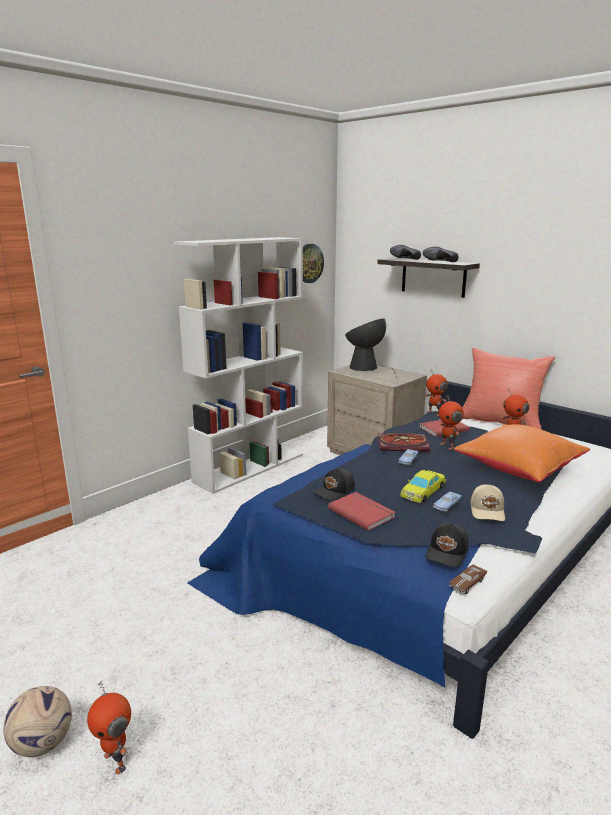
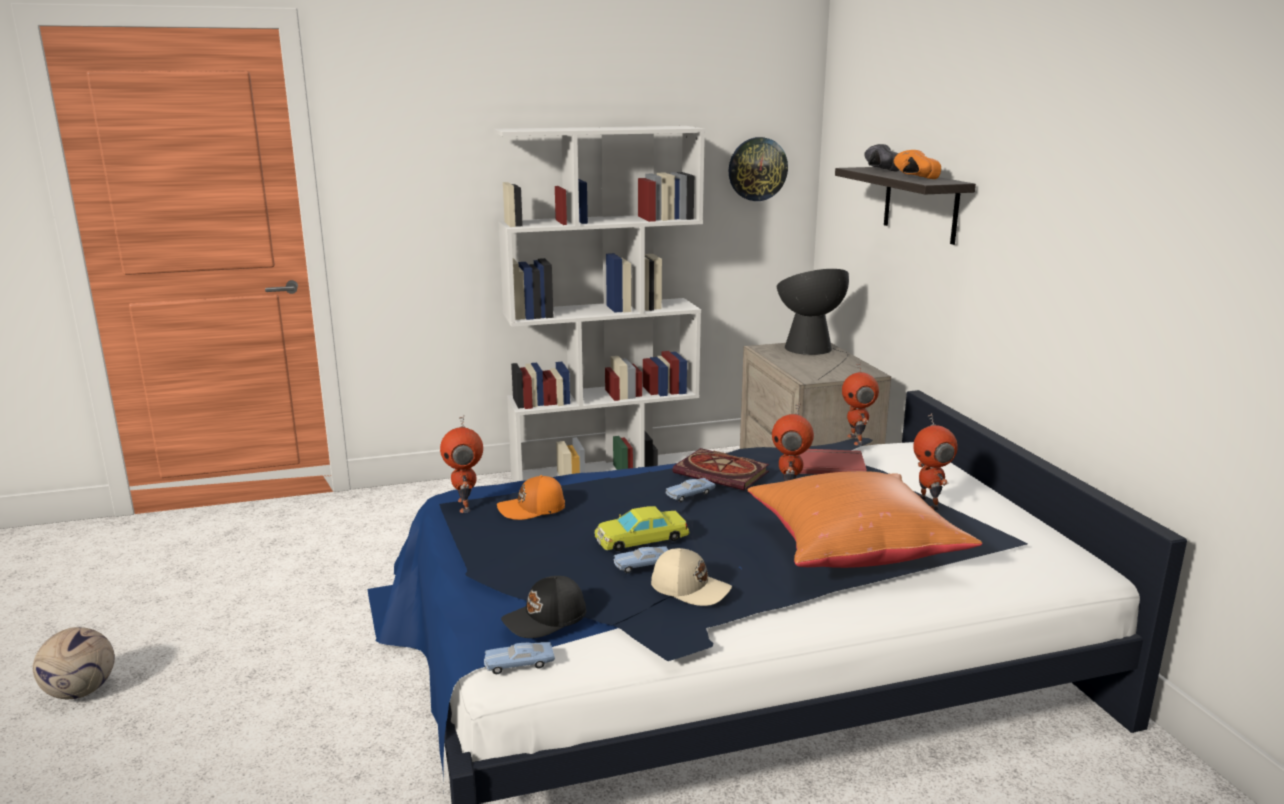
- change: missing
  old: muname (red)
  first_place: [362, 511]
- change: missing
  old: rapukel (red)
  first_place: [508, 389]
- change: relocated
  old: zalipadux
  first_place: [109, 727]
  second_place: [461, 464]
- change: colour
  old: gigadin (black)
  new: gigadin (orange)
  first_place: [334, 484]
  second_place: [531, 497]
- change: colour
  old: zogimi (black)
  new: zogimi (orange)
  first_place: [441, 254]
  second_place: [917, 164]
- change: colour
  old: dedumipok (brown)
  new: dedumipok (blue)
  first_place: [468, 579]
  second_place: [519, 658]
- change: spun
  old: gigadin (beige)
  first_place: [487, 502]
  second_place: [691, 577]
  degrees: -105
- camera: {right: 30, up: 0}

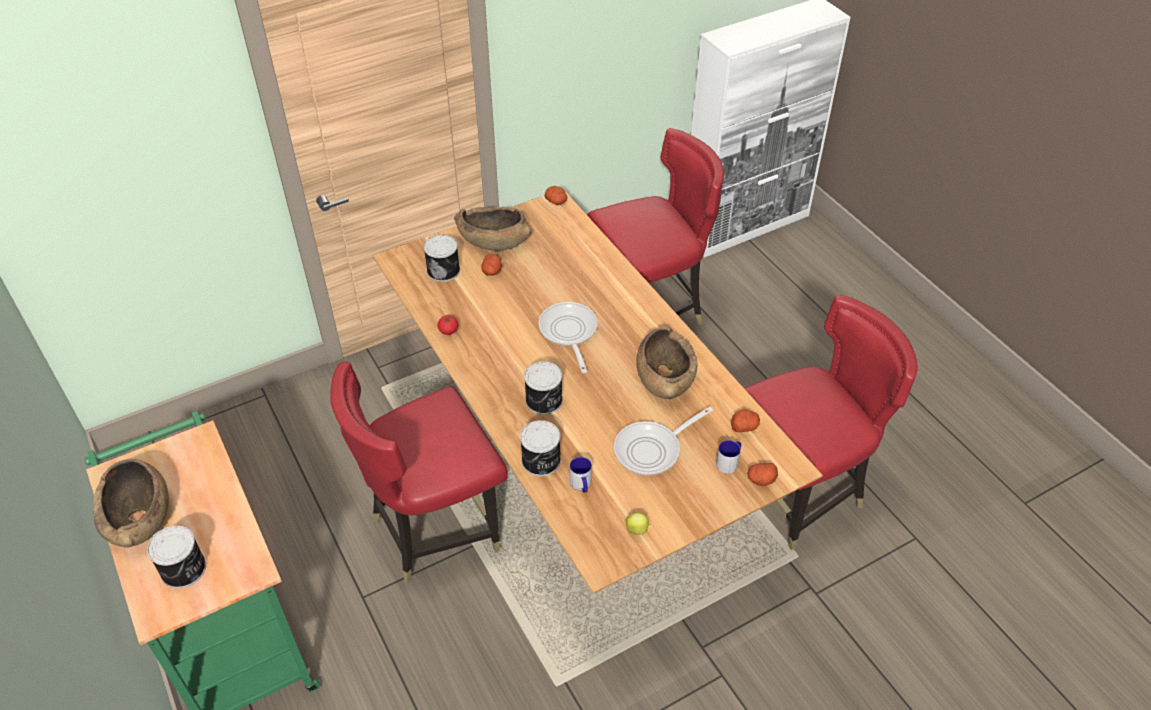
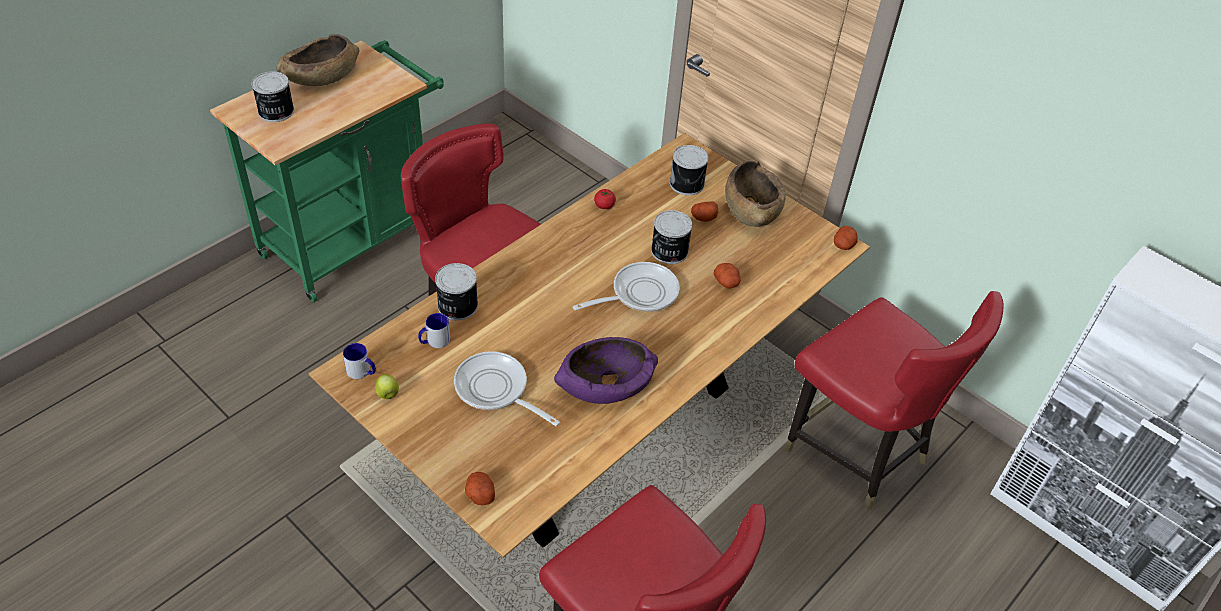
- change: relocated
  old: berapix
  first_place: [543, 388]
  second_place: [672, 237]
- change: relocated
  old: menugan
  first_place: [728, 457]
  second_place: [359, 361]
- change: relocated
  old: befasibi
  first_place: [745, 420]
  second_place: [727, 275]
- change: colour
  old: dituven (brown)
  new: dituven (purple)
  first_place: [666, 363]
  second_place: [606, 370]
- camera: {right: 70, up: 0}

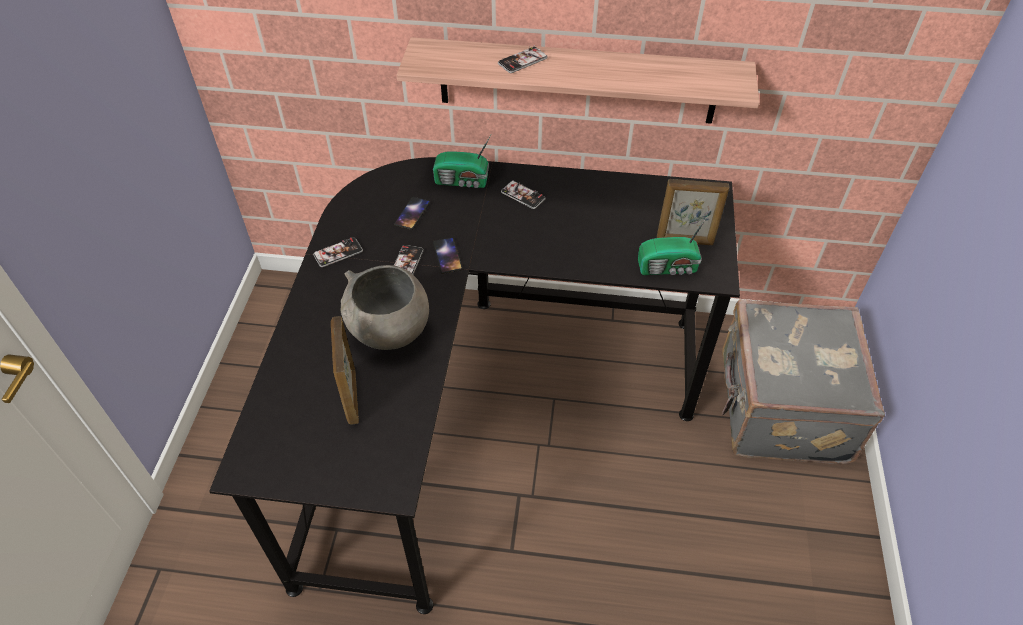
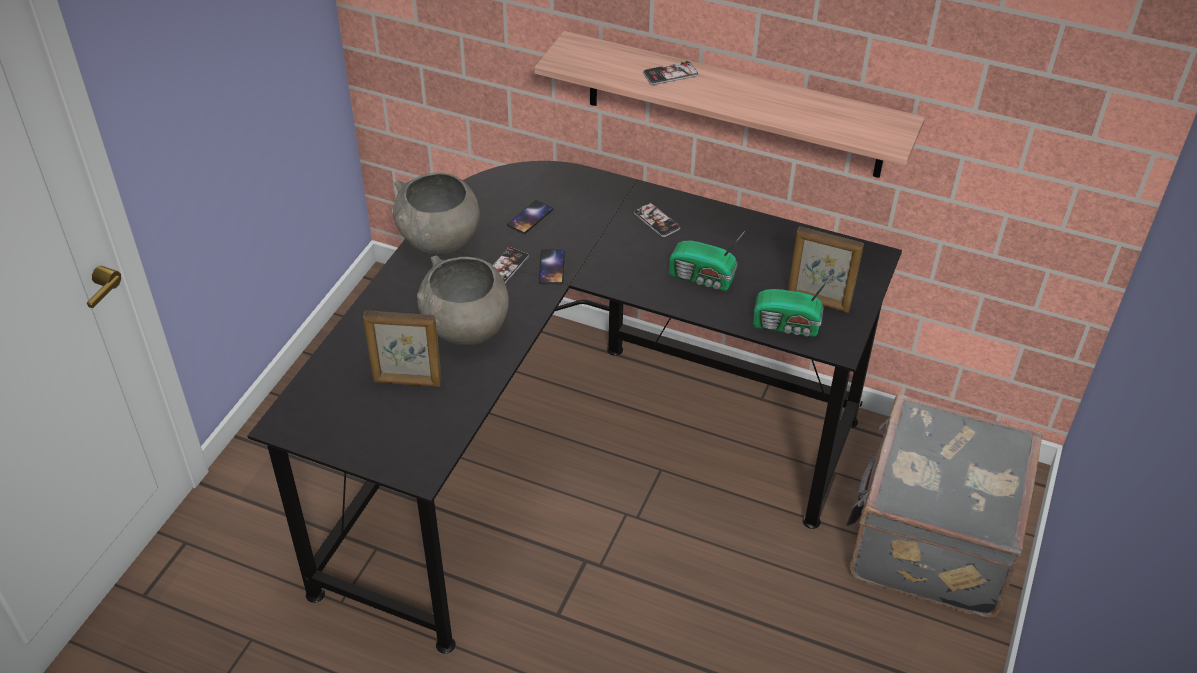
- change: relocated
  old: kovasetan
  first_place: [462, 161]
  second_place: [707, 261]
- change: exchanged
  old: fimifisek
  new: dituven (grey)
  first_place: [338, 252]
  second_place: [436, 214]
- change: spun
  old: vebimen
  first_place: [345, 370]
  second_place: [402, 348]
  degrees: -90
- camera: {right: 15, up: -5}

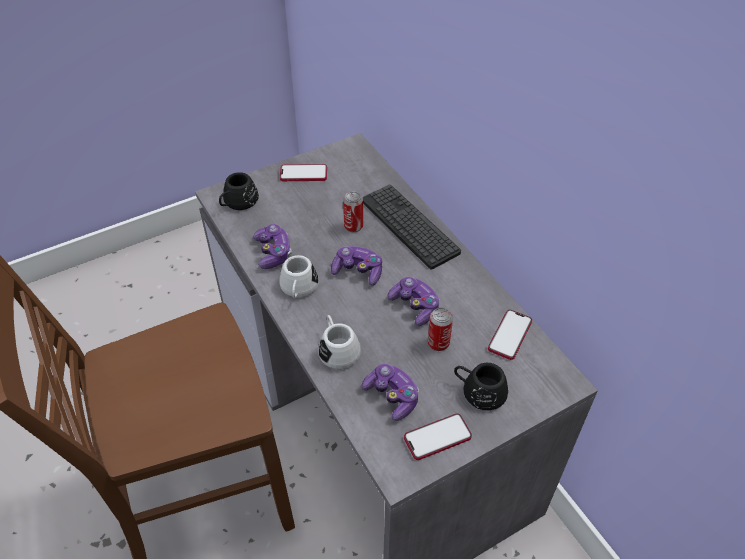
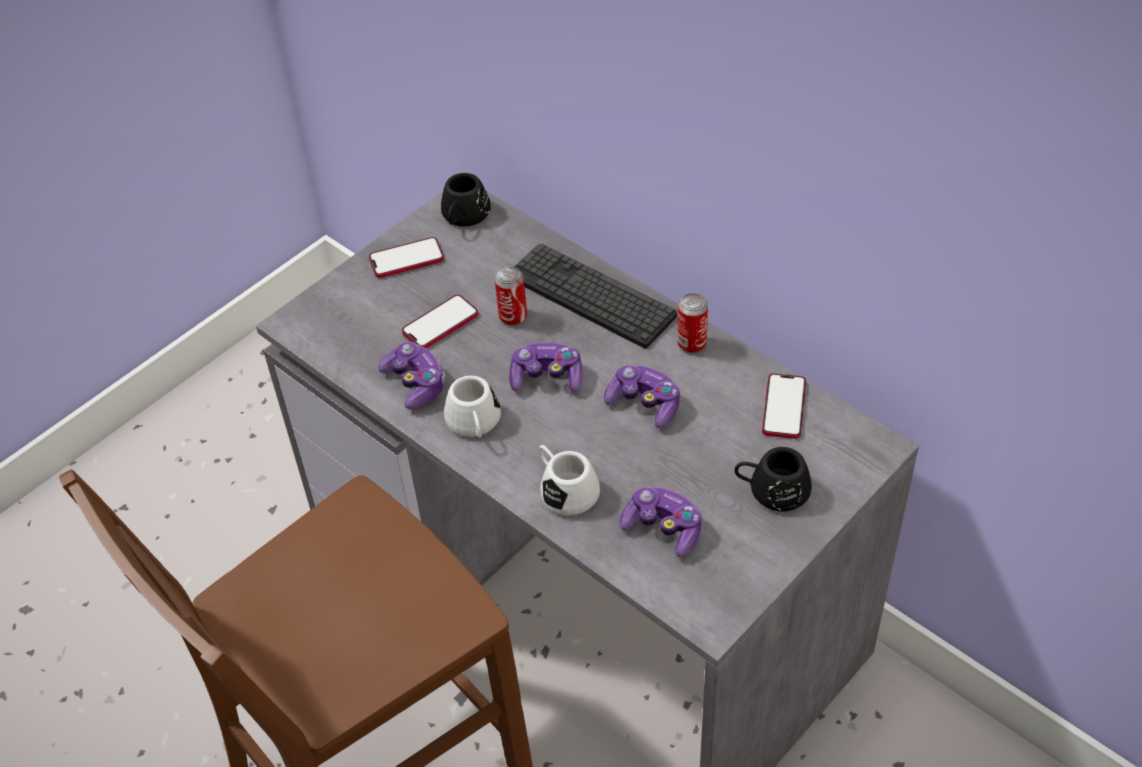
- change: relocated
  old: menugan (black)
  first_place: [239, 191]
  second_place: [466, 200]
- change: relocated
  old: fimifisek
  first_place: [438, 436]
  second_place: [440, 321]
- change: relocated
  old: berapix
  first_place: [440, 329]
  second_place: [692, 323]
- camera: {right: -15, up: 0}

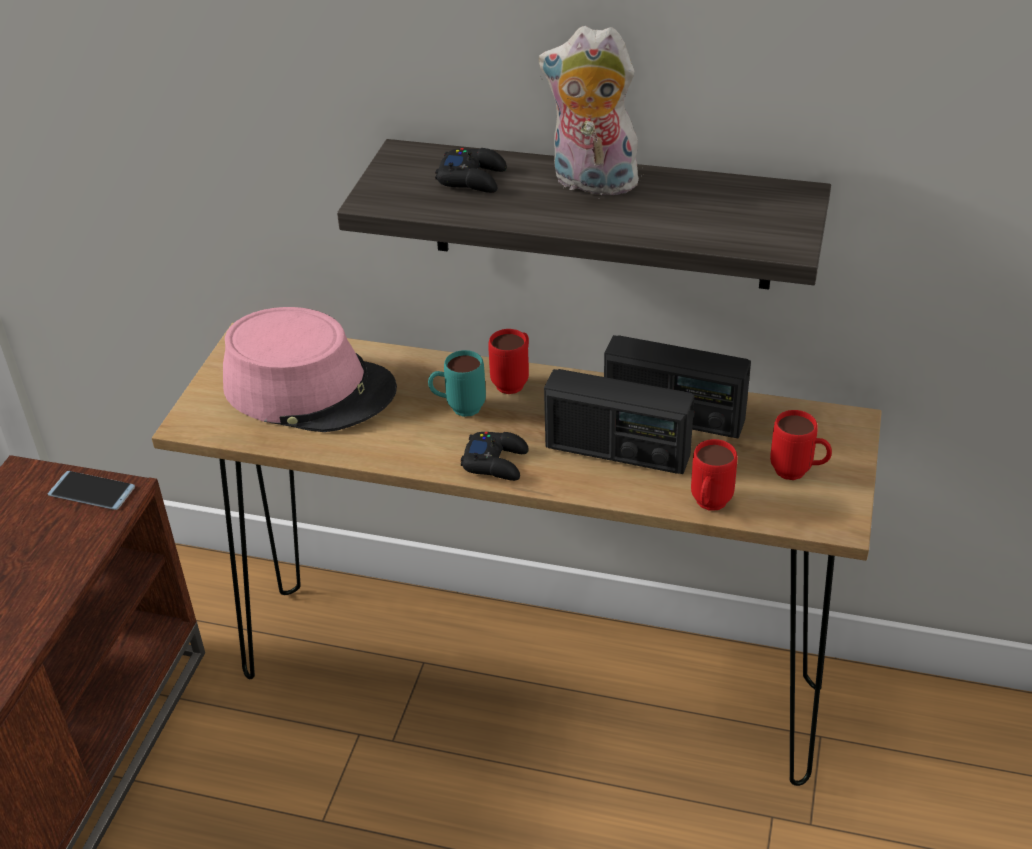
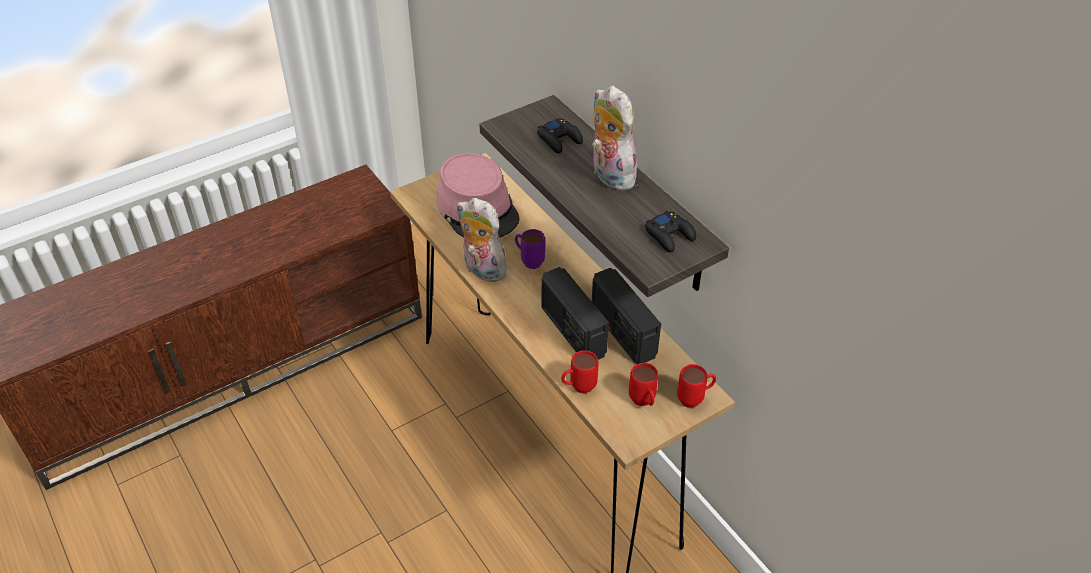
- change: missing
  old: fimifisek
  first_place: [91, 490]
- change: appeared
  new: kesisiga
  second_place: [483, 240]
- change: relocated
  old: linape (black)
  first_place: [495, 456]
  second_place: [670, 231]
- change: relocated
  old: menugan (red)
  first_place: [508, 361]
  second_place: [696, 386]
- change: colour
  old: menugan (turquoise)
  new: menugan (purple)
  first_place: [457, 383]
  second_place: [530, 249]
- camera: {right: 40, up: 5}

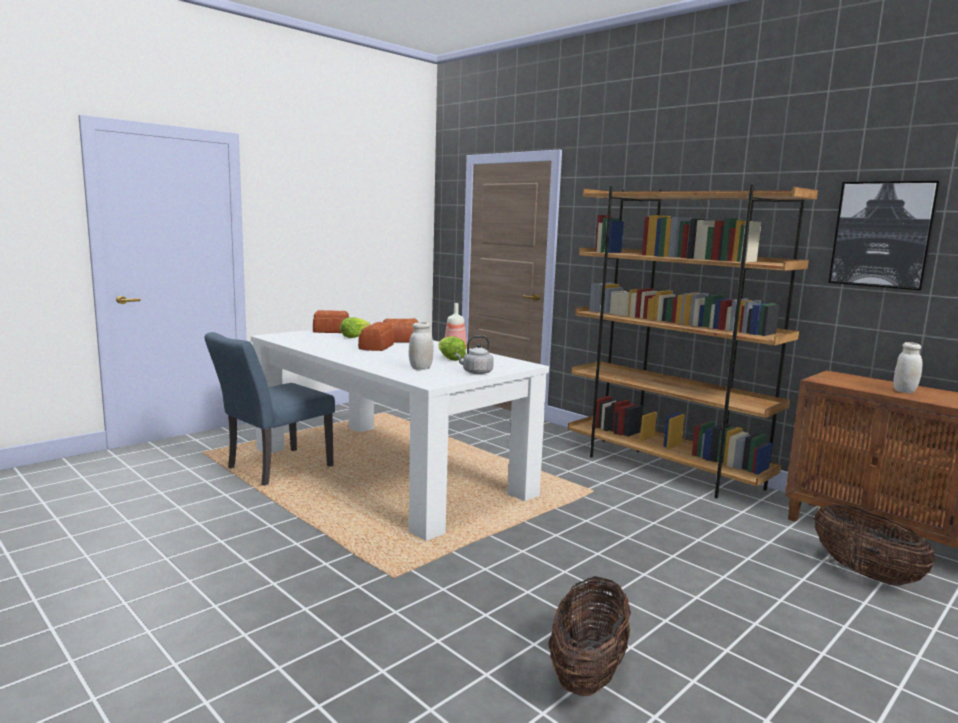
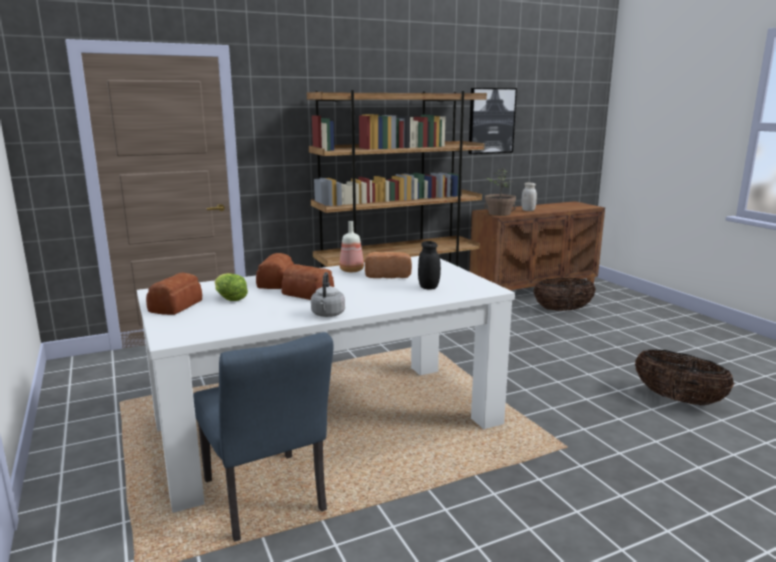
- change: appeared
  new: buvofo
  second_place: [500, 192]
- change: relocated
  old: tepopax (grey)
  first_place: [474, 354]
  second_place: [328, 294]
- change: exchanged
  old: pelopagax
  new: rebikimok
  first_place: [452, 348]
  second_place: [388, 265]
- change: colour
  old: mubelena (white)
  new: mubelena (black)
  first_place: [421, 346]
  second_place: [429, 265]
- camera: {right: -70, up: 5}

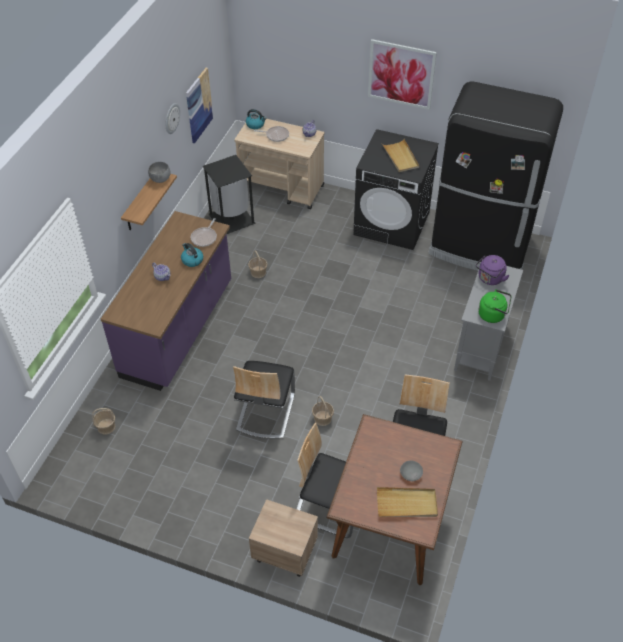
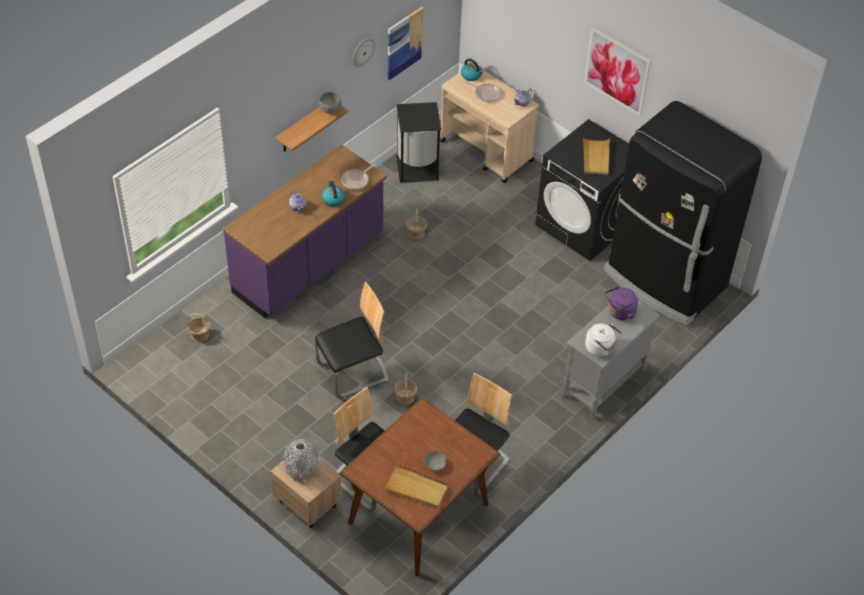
- change: appeared
  new: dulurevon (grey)
  second_place: [301, 459]
- change: colour
  old: tepopax (green)
  new: tepopax (white)
  first_place: [494, 306]
  second_place: [603, 340]
- change: spun
  old: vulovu
  first_place: [264, 400]
  second_place: [352, 340]
  degrees: -150
- camera: {right: 20, up: 0}

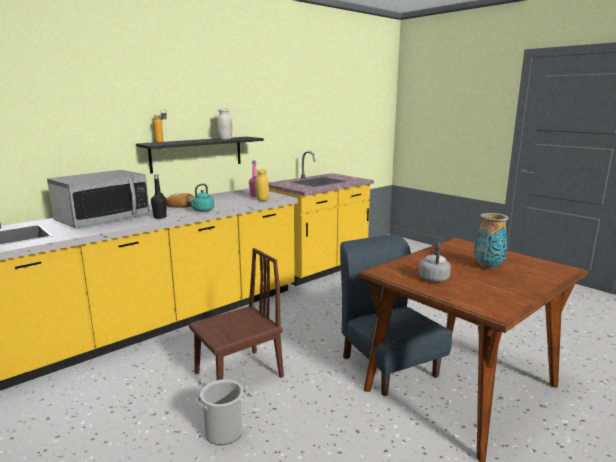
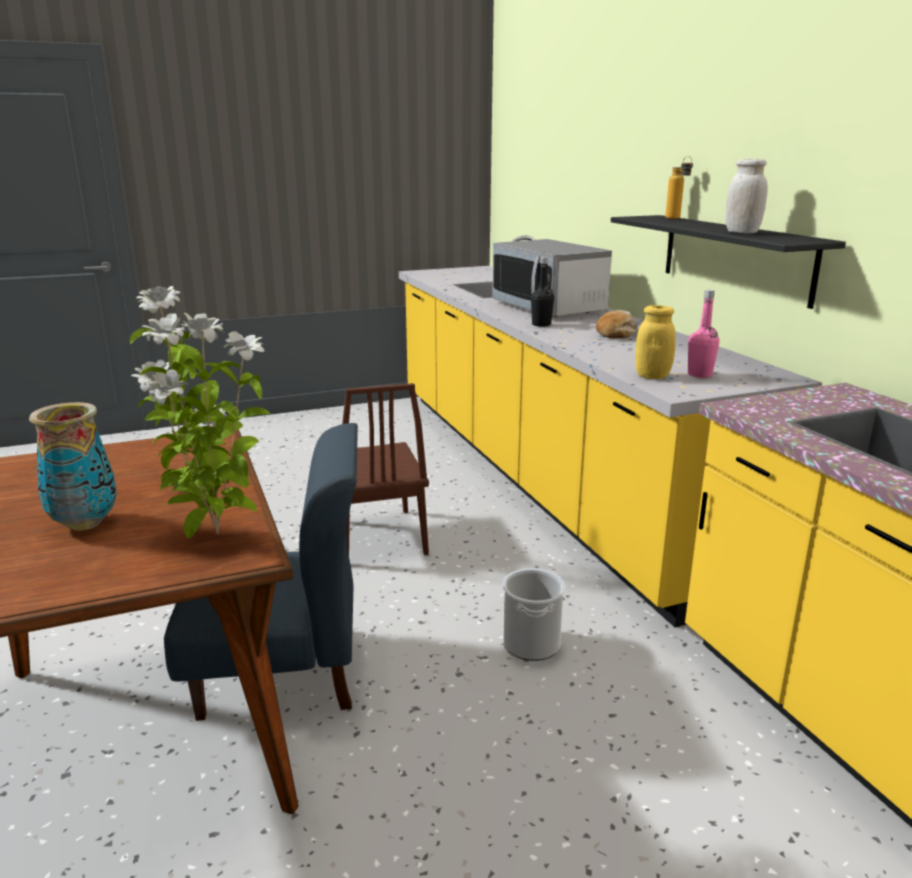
- change: missing
  old: tepopax (turquoise)
  first_place: [201, 198]
- change: missing
  old: tepopax (grey)
  first_place: [435, 262]
- change: appeared
  new: buvofo
  second_place: [200, 412]
- change: relocated
  old: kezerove
  first_place: [221, 412]
  second_place: [534, 614]
- camera: {right: 110, up: 5}

